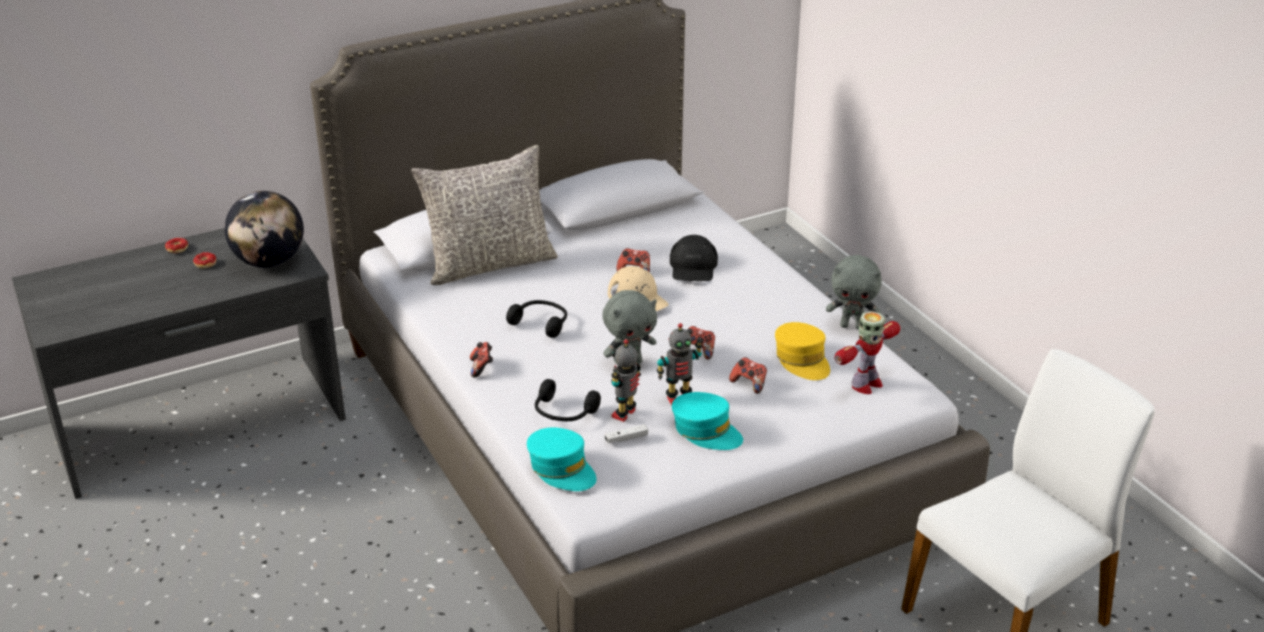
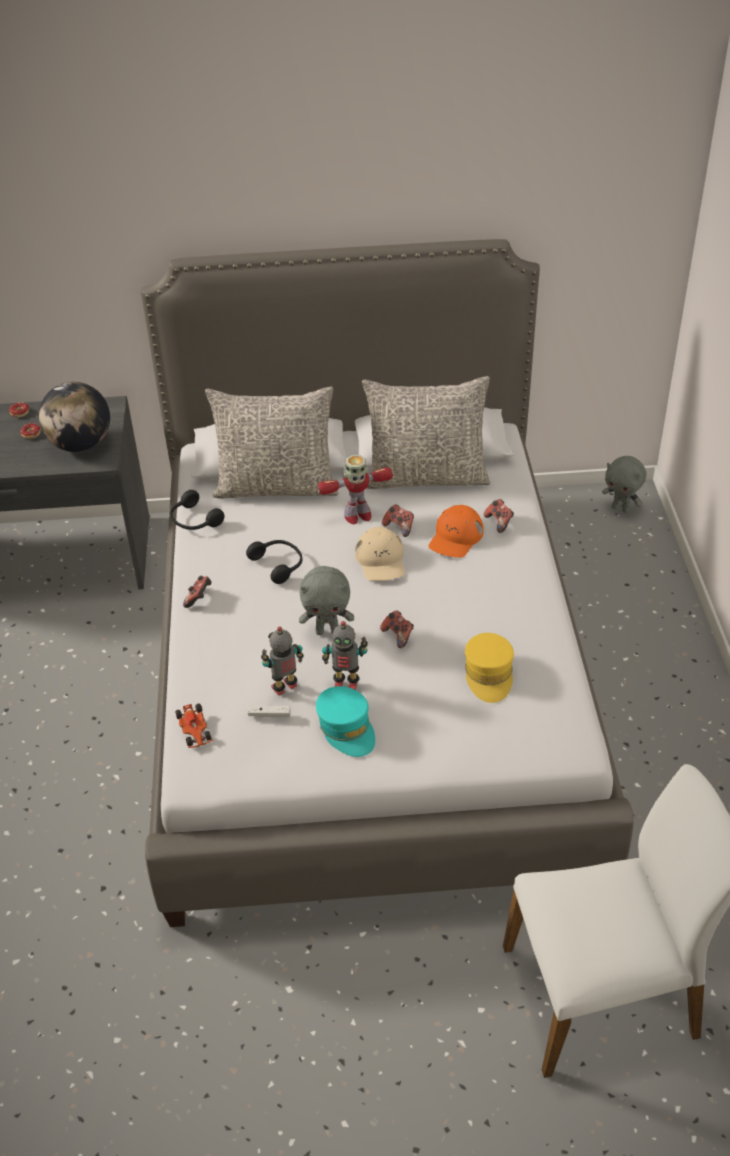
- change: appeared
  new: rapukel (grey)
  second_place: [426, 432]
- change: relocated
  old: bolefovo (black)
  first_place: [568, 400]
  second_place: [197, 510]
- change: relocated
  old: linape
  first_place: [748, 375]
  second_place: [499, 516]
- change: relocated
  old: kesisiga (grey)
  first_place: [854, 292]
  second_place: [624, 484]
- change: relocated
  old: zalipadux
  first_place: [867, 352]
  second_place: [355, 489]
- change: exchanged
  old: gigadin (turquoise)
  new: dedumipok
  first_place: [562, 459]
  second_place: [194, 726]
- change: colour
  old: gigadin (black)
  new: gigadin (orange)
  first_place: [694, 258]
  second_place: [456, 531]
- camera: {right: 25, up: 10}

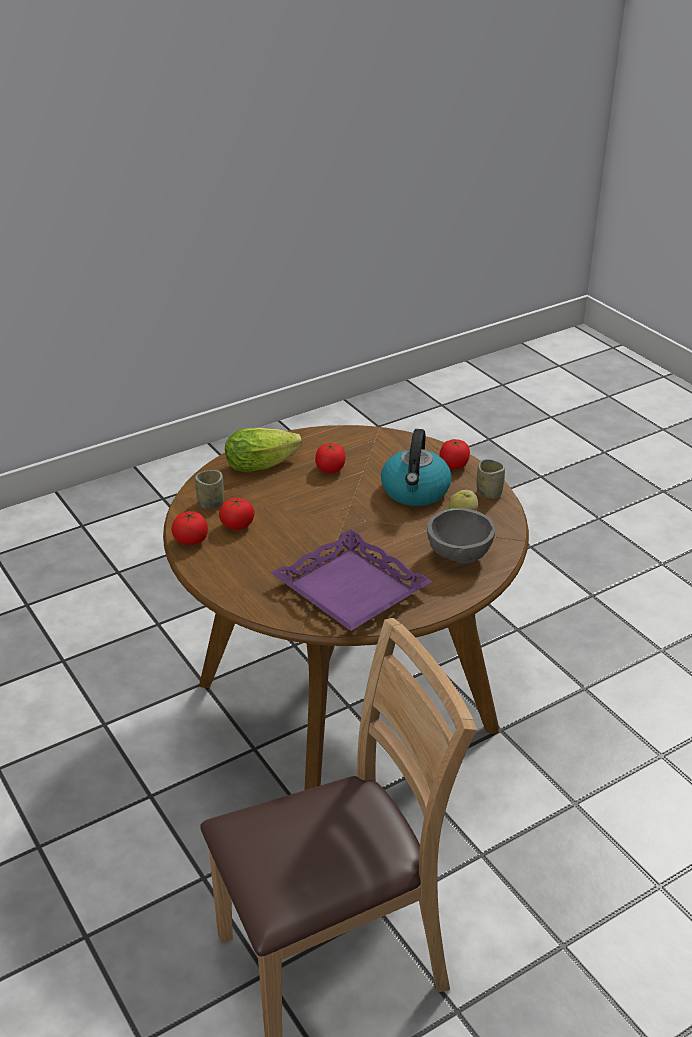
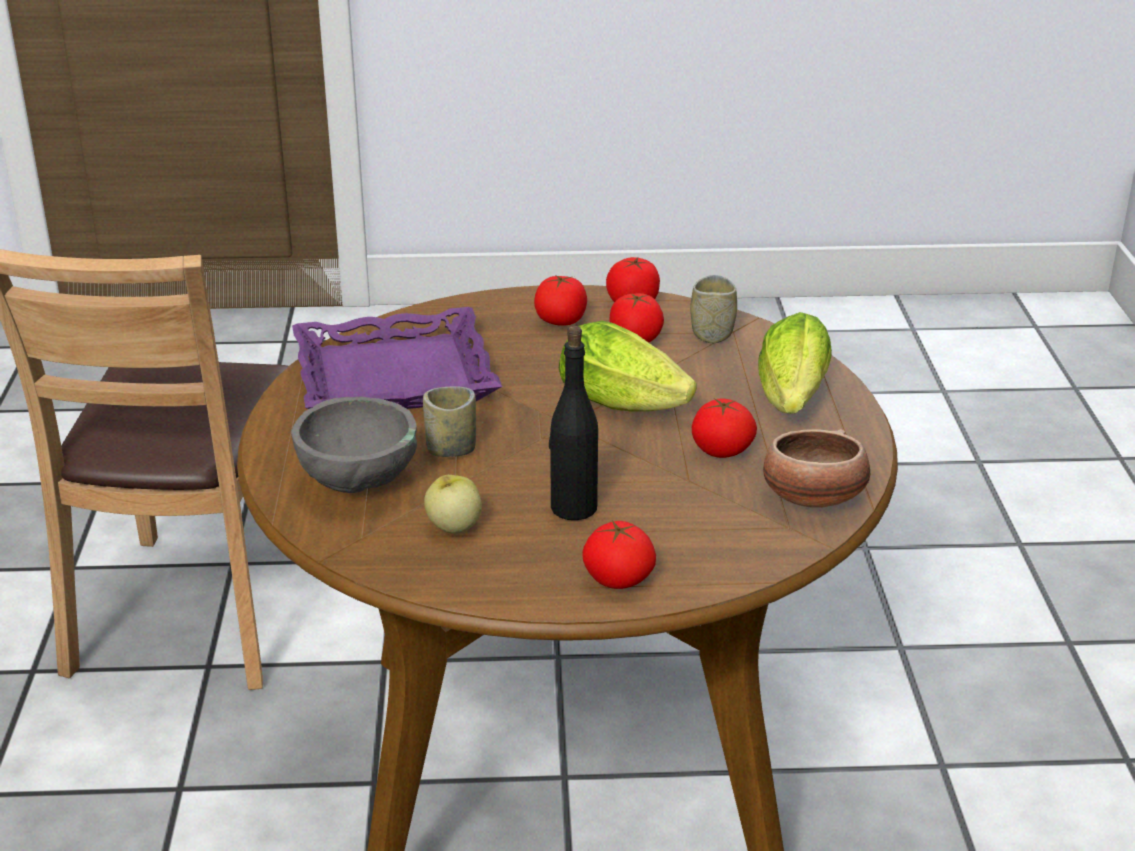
- change: appeared
  new: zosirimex
  second_place: [560, 300]
- change: appeared
  new: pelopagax
  second_place: [628, 366]
- change: appeared
  new: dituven
  second_place: [816, 468]
- change: relocated
  old: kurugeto
  first_place: [491, 479]
  second_place: [449, 421]
- change: exchanged
  old: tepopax
  new: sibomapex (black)
  first_place: [416, 467]
  second_place: [573, 423]
- camera: {right: 120, up: -5}

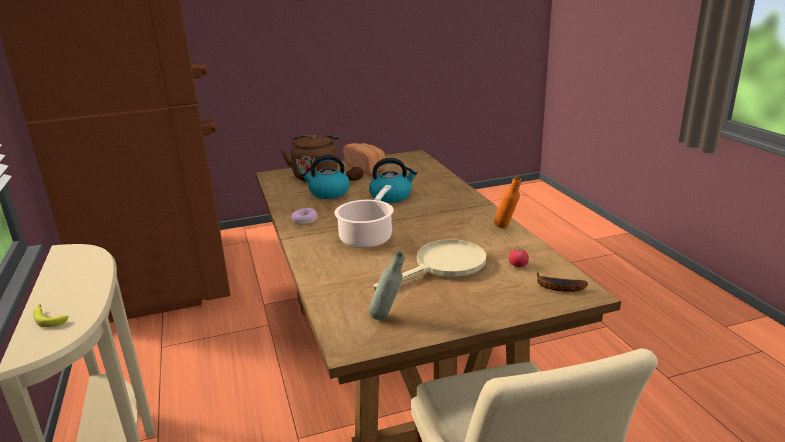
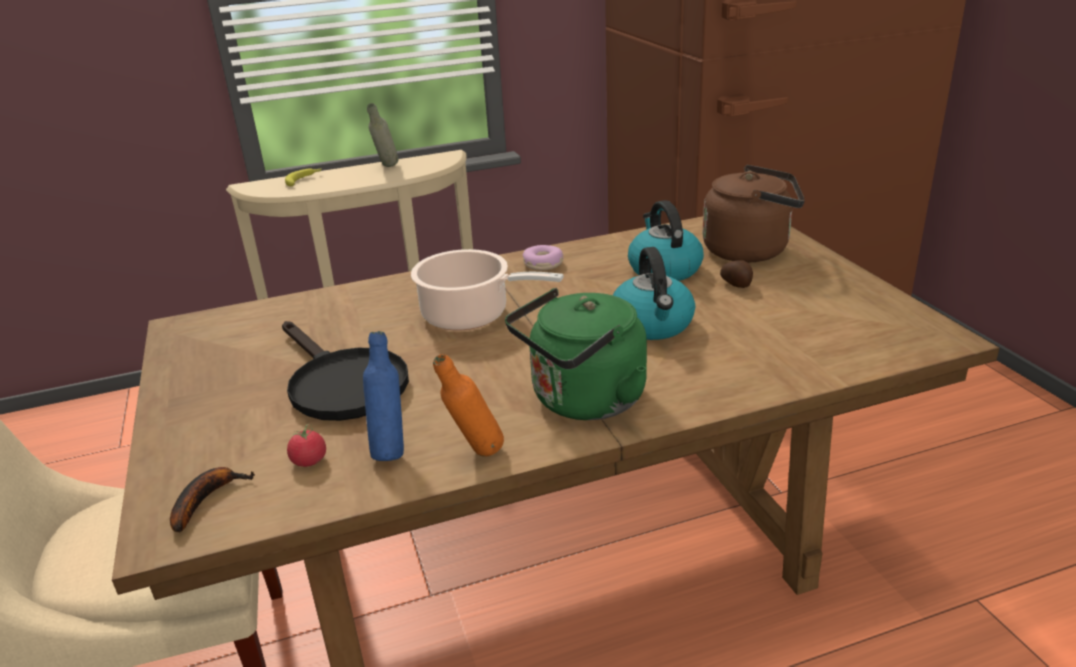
- change: missing
  old: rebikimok
  first_place: [364, 159]
- change: appeared
  new: sibomapex (blue)
  second_place: [383, 396]
- change: appeared
  new: tepopax (green)
  second_place: [576, 354]
- change: relocated
  old: sibomapex (grey)
  first_place: [386, 286]
  second_place: [383, 135]
- change: colour
  old: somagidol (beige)
  new: somagidol (black)
  first_place: [429, 264]
  second_place: [345, 371]
- camera: {right: 90, up: 5}

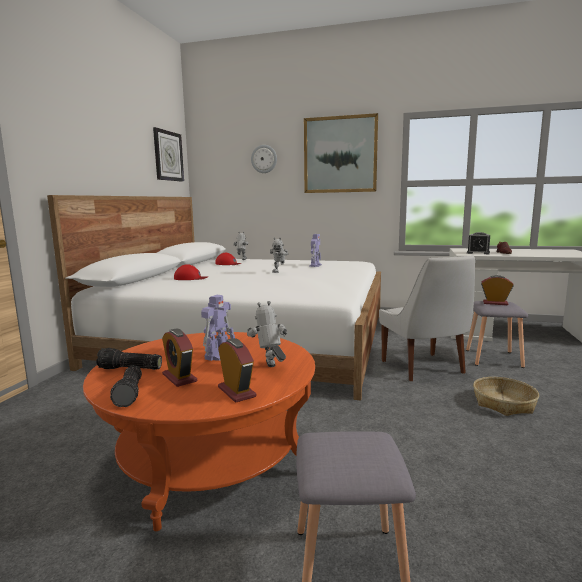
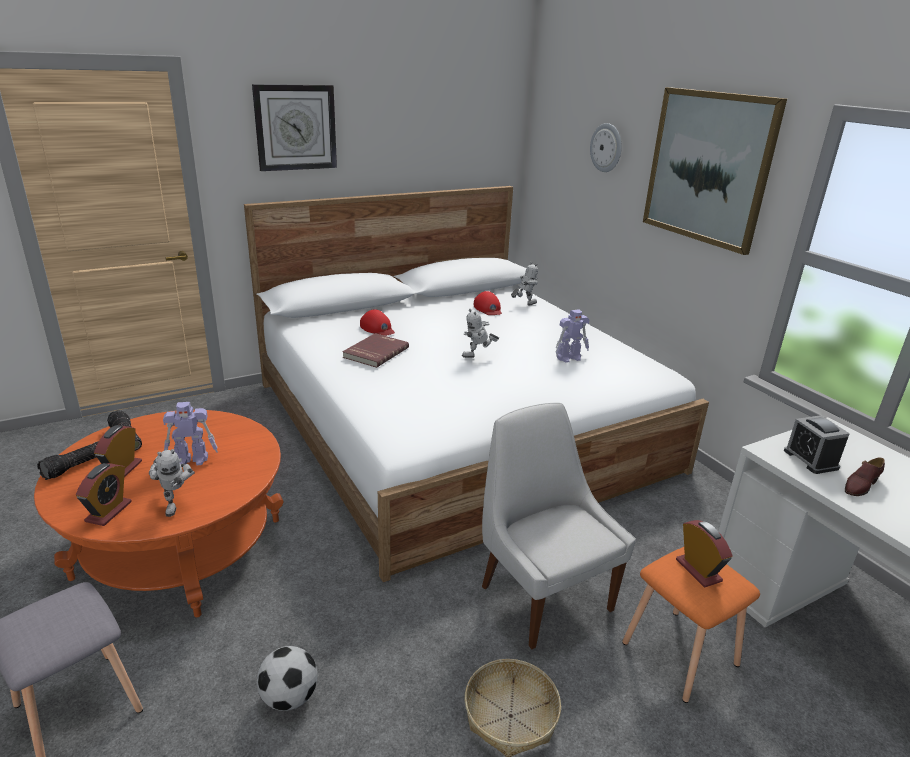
- change: appeared
  new: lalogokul
  second_place: [287, 678]
- change: appeared
  new: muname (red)
  second_place: [375, 350]
- change: relocated
  old: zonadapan
  first_place: [168, 154]
  second_place: [294, 127]
- change: colour
  old: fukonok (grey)
  new: fukonok (orange)
  first_place: [497, 334]
  second_place: [691, 625]
- change: spun
  old: zalipadux
  first_place: [267, 334]
  second_place: [172, 483]
  degrees: 135
- change: spun
  old: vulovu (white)
  first_place: [427, 318]
  second_place: [559, 526]
  degrees: 120
- camera: {right: 45, up: 15}

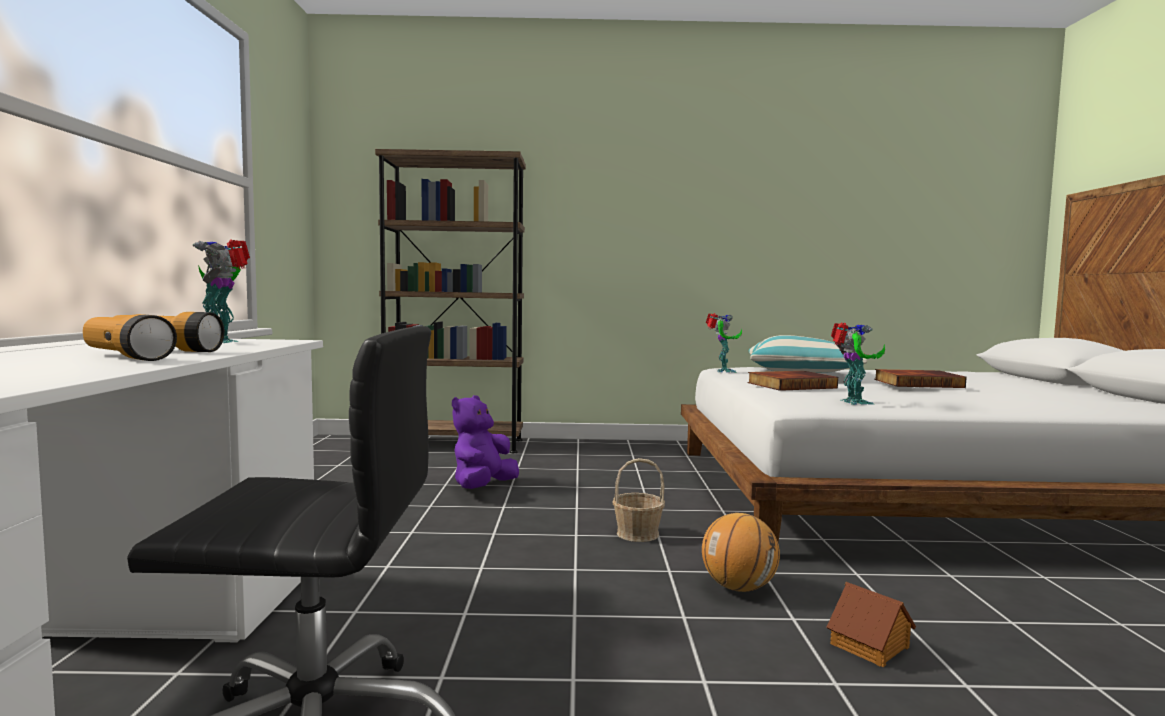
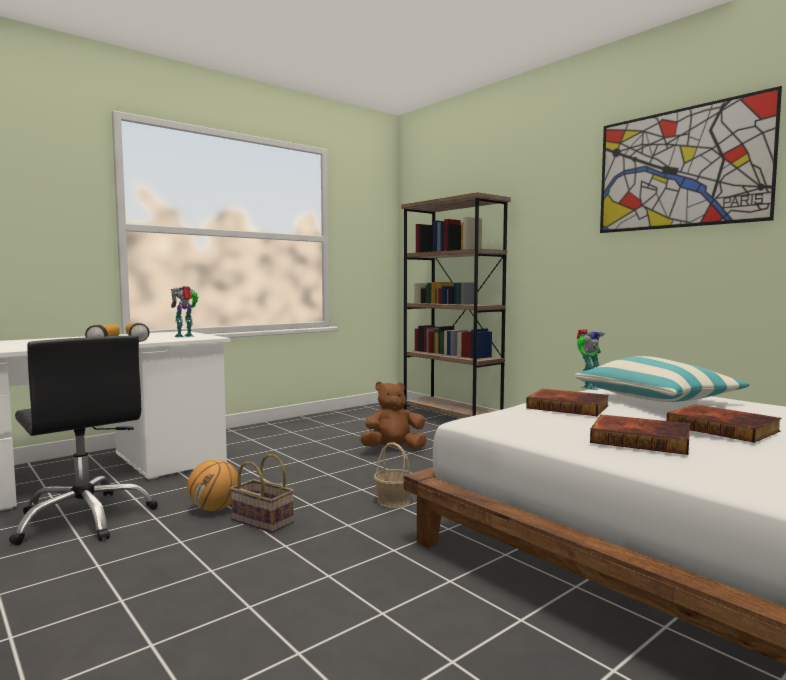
- change: missing
  old: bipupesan
  first_place: [871, 624]
- change: missing
  old: zalipadux
  first_place: [858, 364]
- change: appeared
  new: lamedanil
  second_place: [262, 493]
- change: appeared
  new: muname
  second_place: [640, 435]
- change: appeared
  new: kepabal
  second_place: [691, 159]
- change: relocated
  old: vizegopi
  first_place: [741, 552]
  second_place: [212, 485]
- change: colour
  old: kesisiga (purple)
  new: kesisiga (brown)
  first_place: [485, 442]
  second_place: [393, 415]
- camera: {right: 50, up: 0}

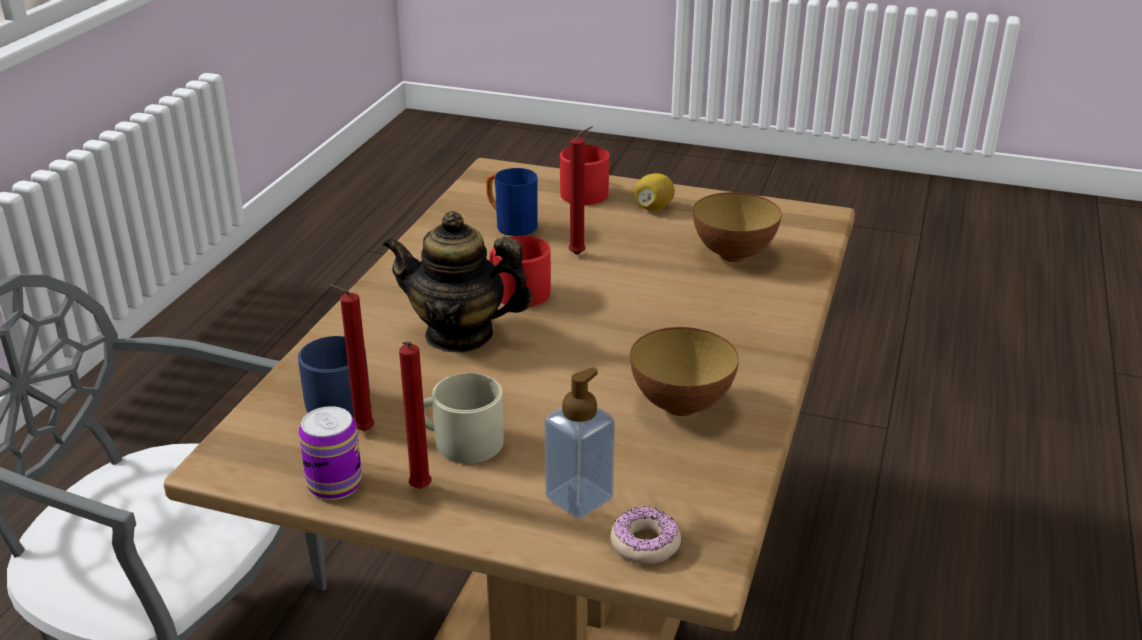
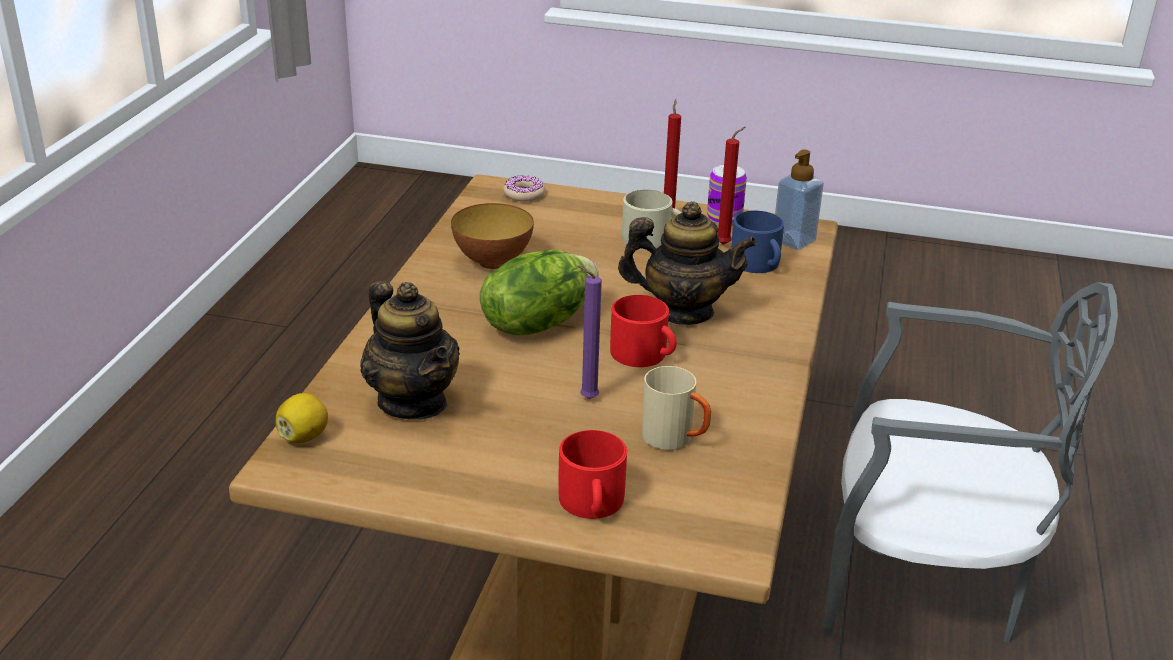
- change: appeared
  new: pelopagax
  second_place: [539, 292]
- change: relocated
  old: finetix
  first_place: [579, 443]
  second_place: [799, 200]
- change: relocated
  old: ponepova
  first_place: [654, 192]
  second_place: [301, 418]
- change: exchanged
  old: dituven
  new: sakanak
  first_place: [737, 227]
  second_place: [410, 350]
- change: colour
  old: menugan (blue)
  new: menugan (beige)
  first_place: [511, 202]
  second_place: [676, 408]
- change: colour
  old: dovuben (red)
  new: dovuben (purple)
  first_place: [580, 190]
  second_place: [589, 332]
- camera: {right: 175, up: 0}

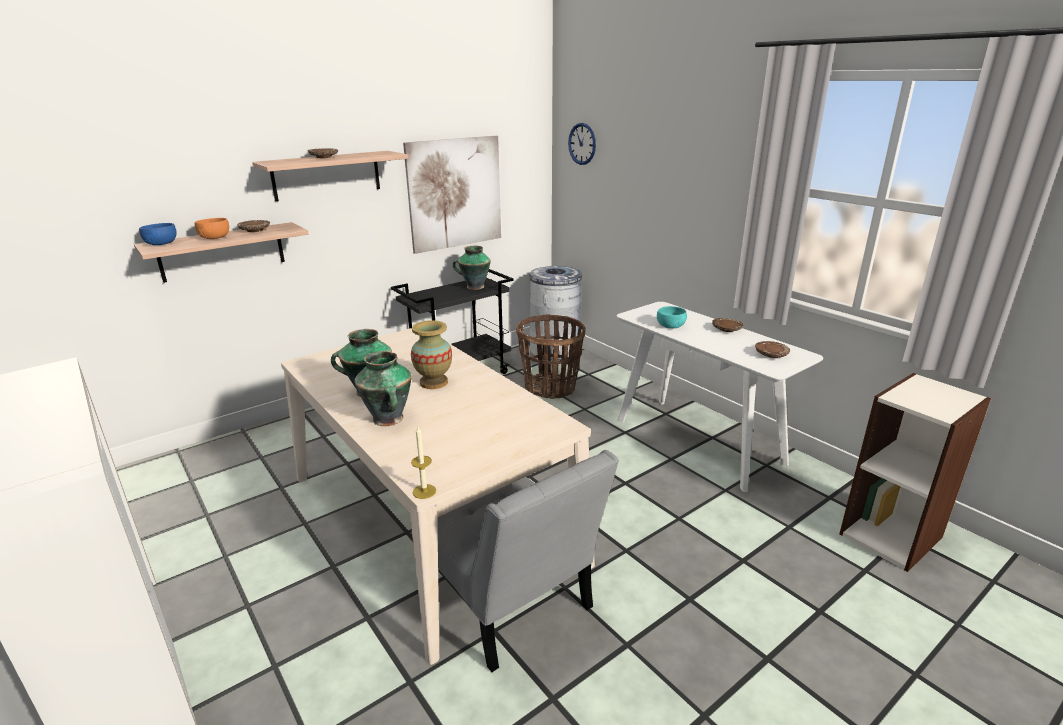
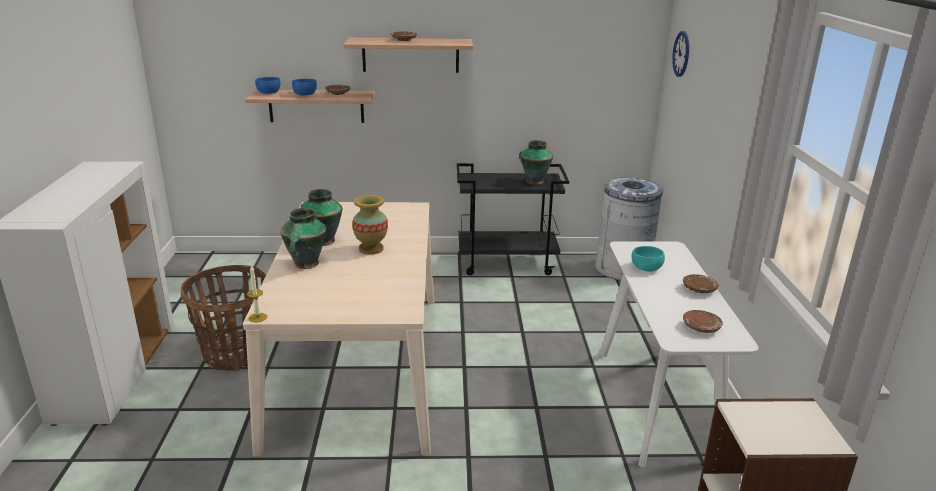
- change: missing
  old: kepabal
  first_place: [452, 195]
- change: missing
  old: vulovu (grey)
  first_place: [528, 561]
- change: relocated
  old: lamedanil
  first_place: [551, 356]
  second_place: [223, 318]
- change: colour
  old: dituven (orange)
  new: dituven (blue)
  first_place: [212, 228]
  second_place: [304, 87]
- camera: {right: 35, up: 0}

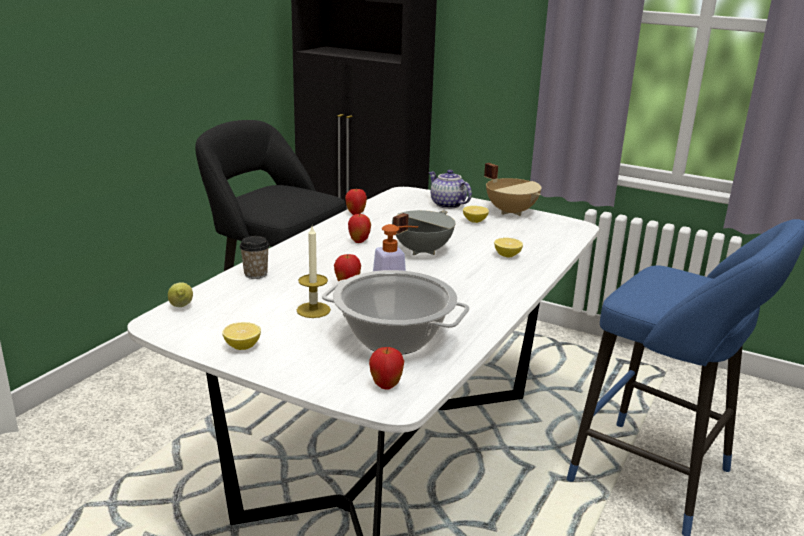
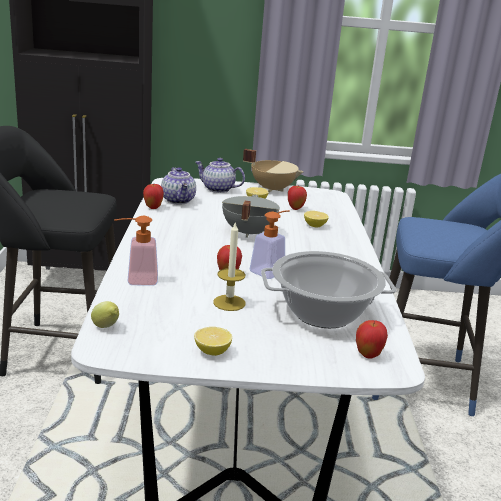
- change: appeared
  new: sakanak
  second_place: [178, 186]
- change: relocated
  old: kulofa
  first_place: [359, 228]
  second_place: [297, 198]
- change: exchanged
  old: kurugeto
  new: finetix
  first_place: [254, 257]
  second_place: [136, 251]
- camera: {right: -30, up: 0}

